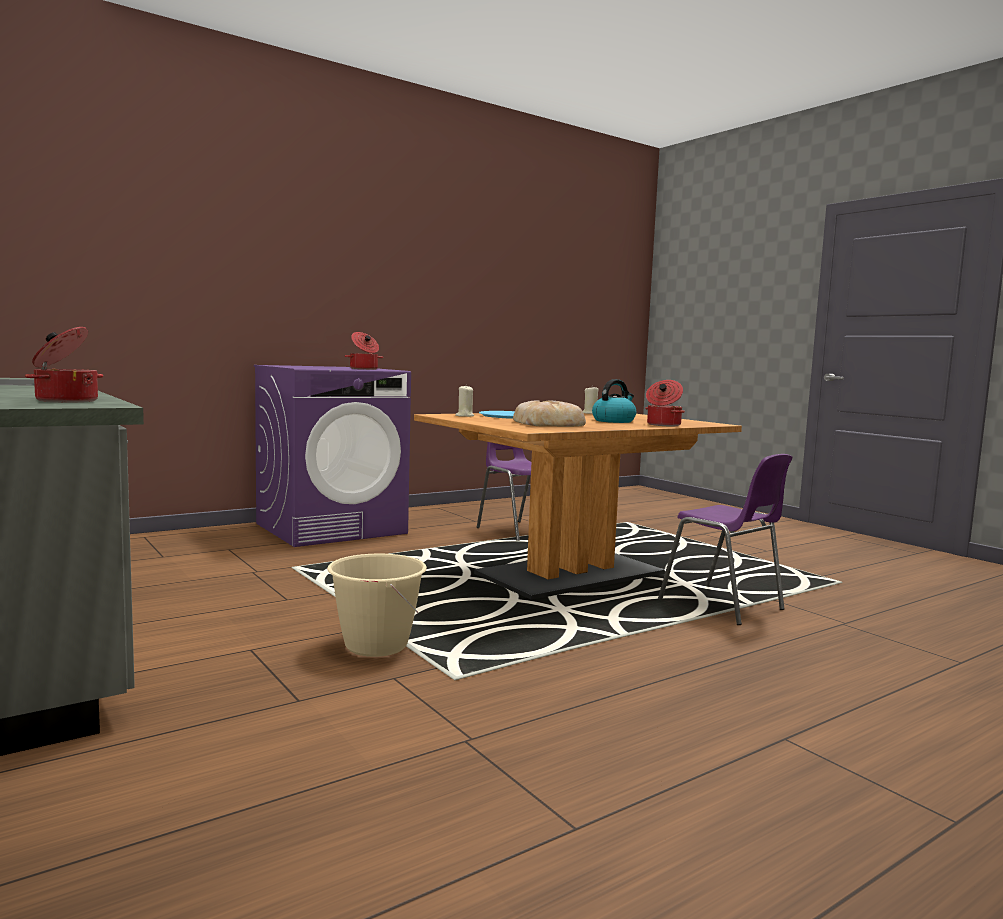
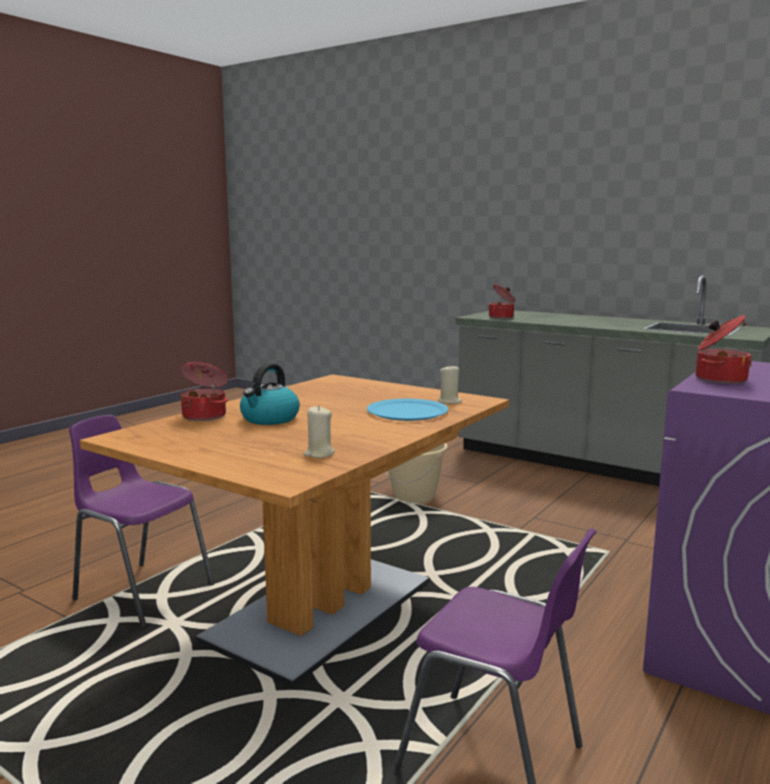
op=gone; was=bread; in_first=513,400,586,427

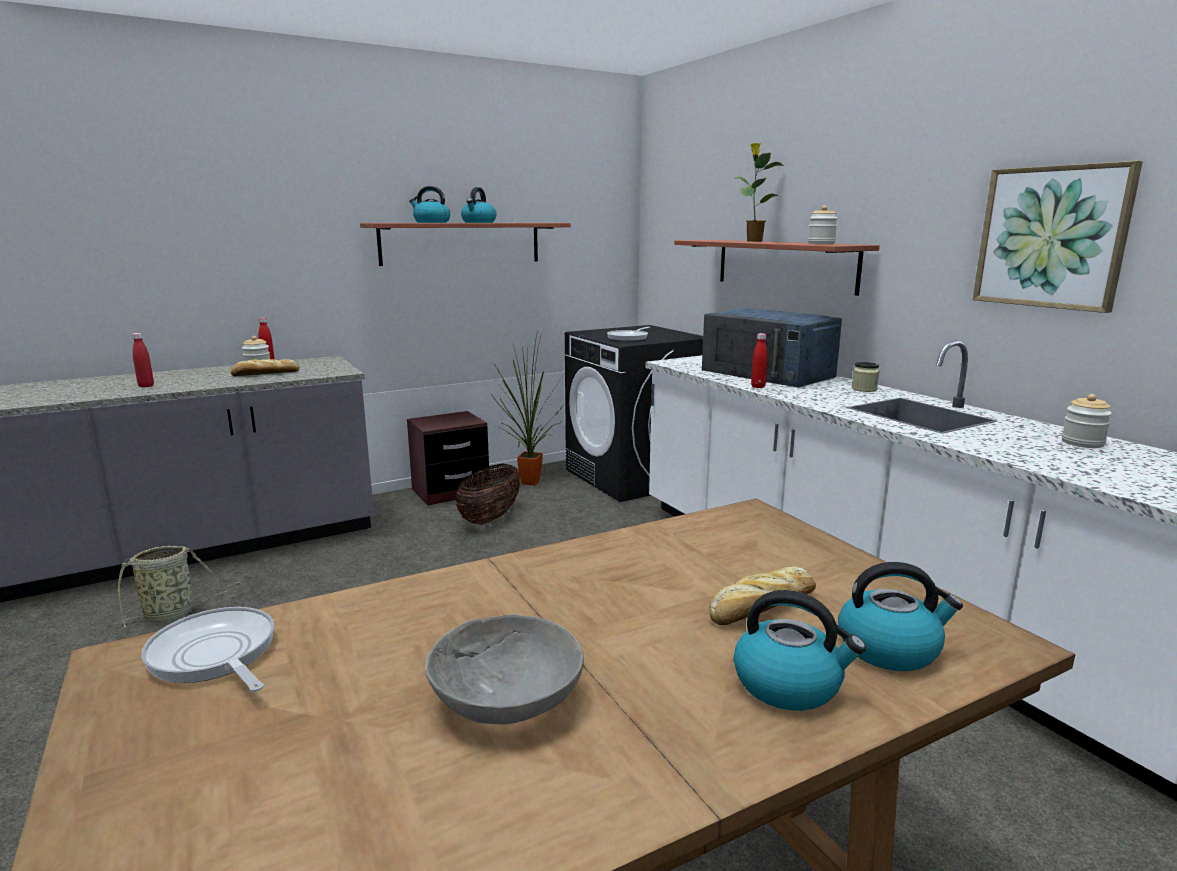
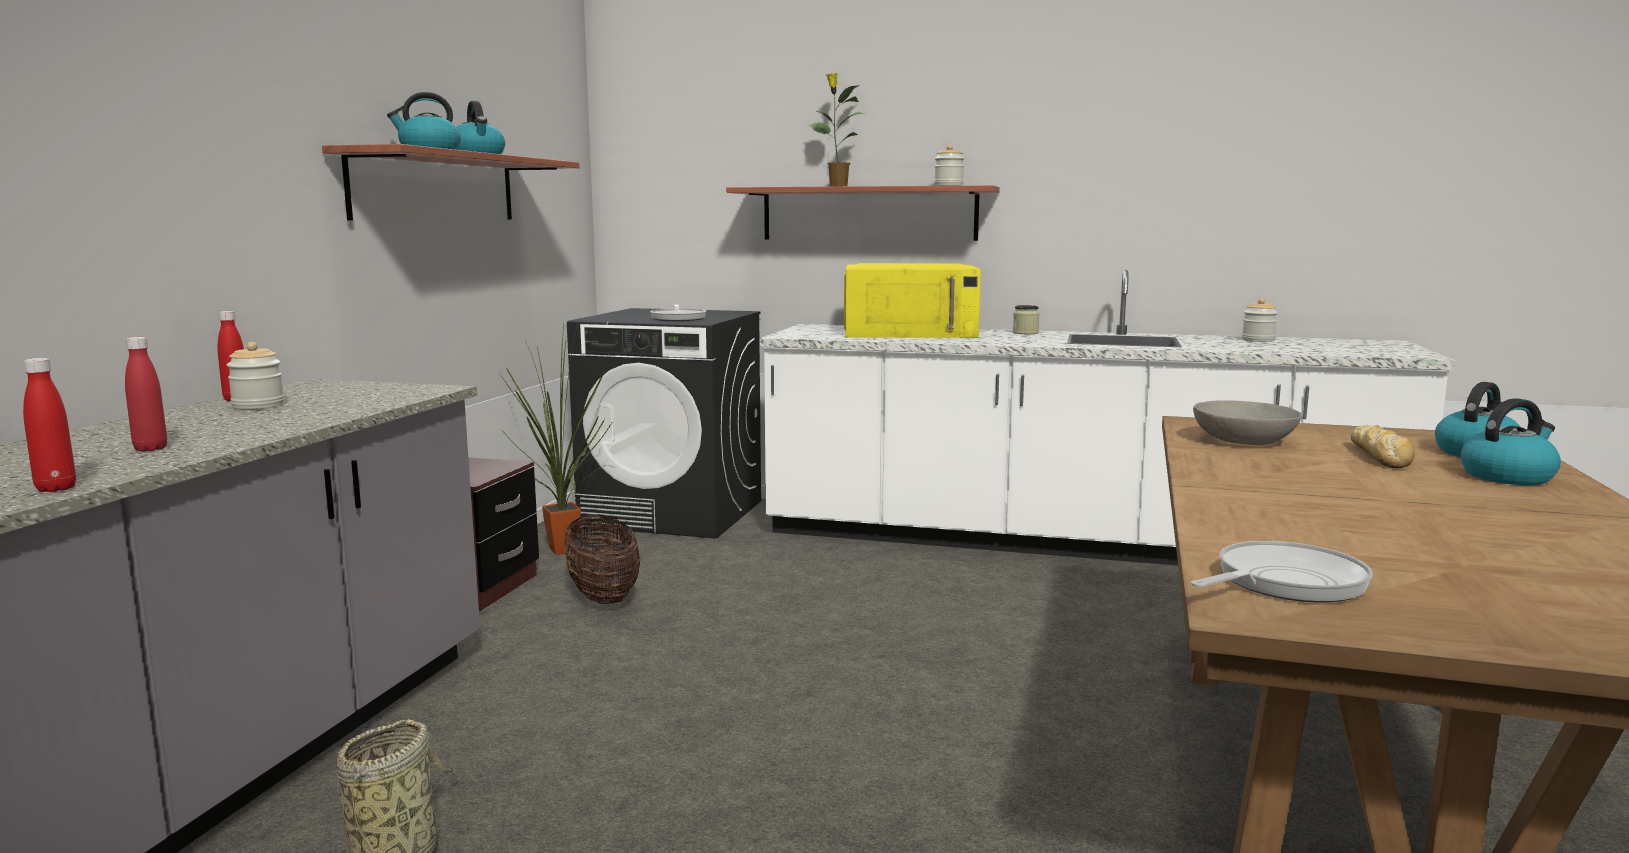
op=gone; was=bread; in_first=231,359,299,376
op=gone; was=picture; in_first=973,161,1143,313
op=shifted; was=grey_bowl; in_first=425,614,584,724; in_second=1193,400,1302,445
op=shifted; was=red_bottle; in_first=751,333,767,388; in_second=23,358,76,492
op=repainted; was=blue_microwave; now=yellow_microwave; in_first=702,308,842,388; in_second=844,263,981,338
op=rotated; was=frying_pan; in_first=141,607,274,692; in_second=1191,541,1373,603; clockwise=150

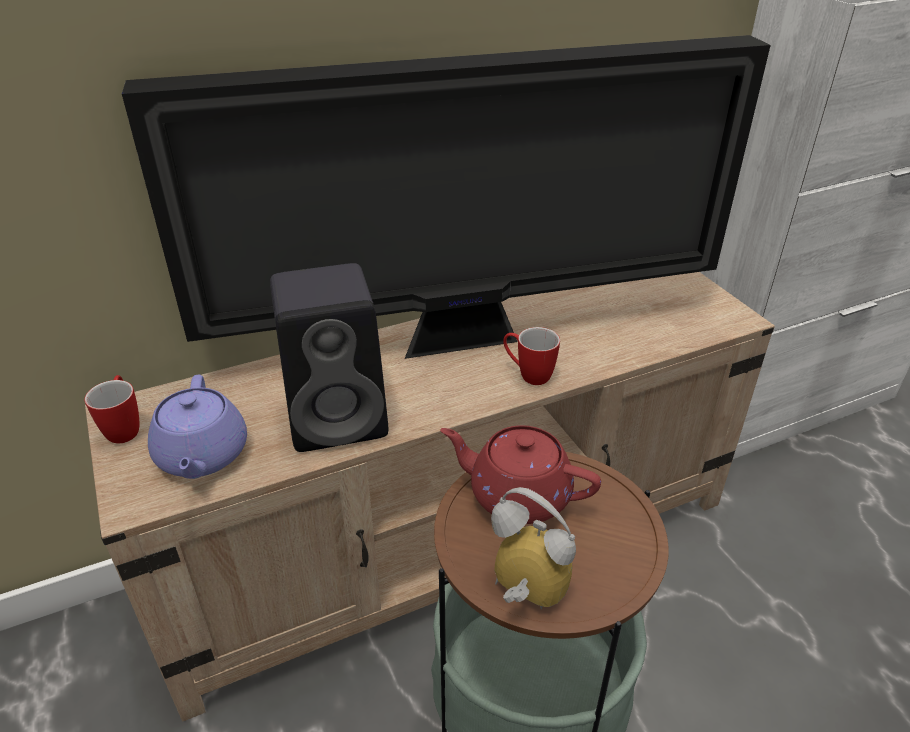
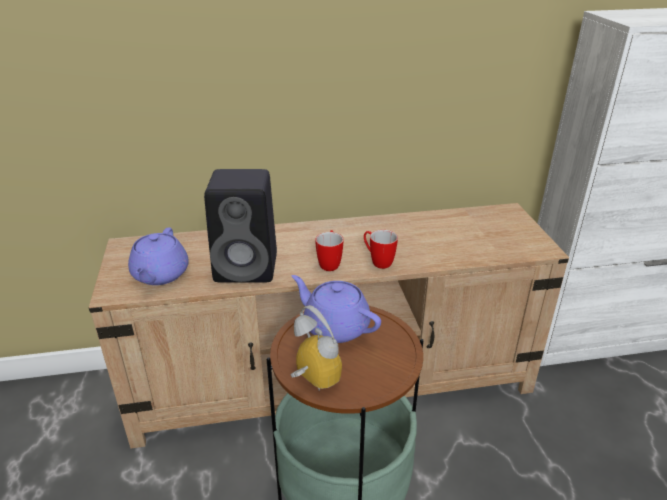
op=gone; was=television; in_first=122,35,771,359
op=shifted; was=mug; in_first=84,375,139,443; in_second=315,230,344,271
op=repainted; was=red_teapot; now=purple_teapot; in_first=440,425,601,524; in_second=292,275,381,343

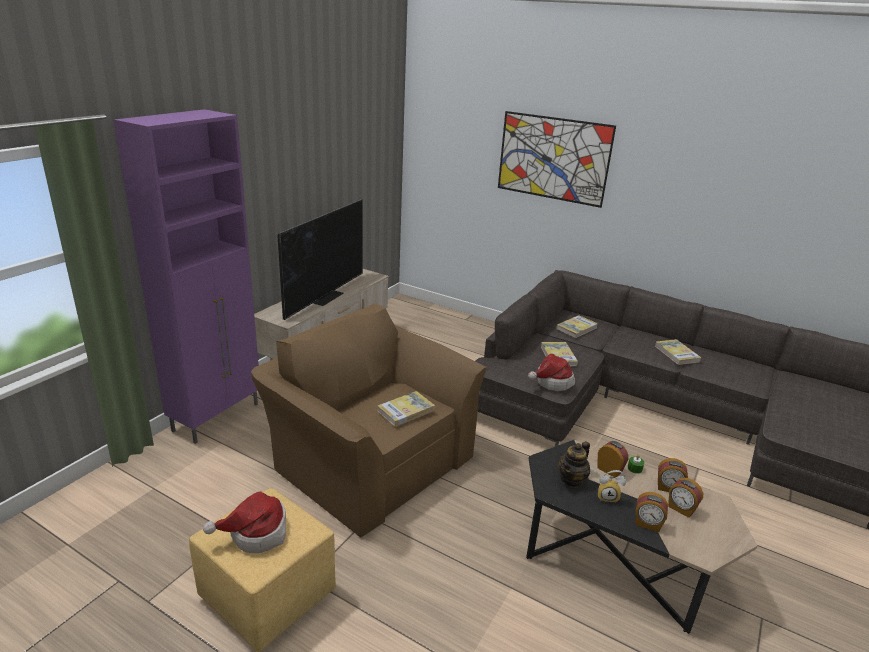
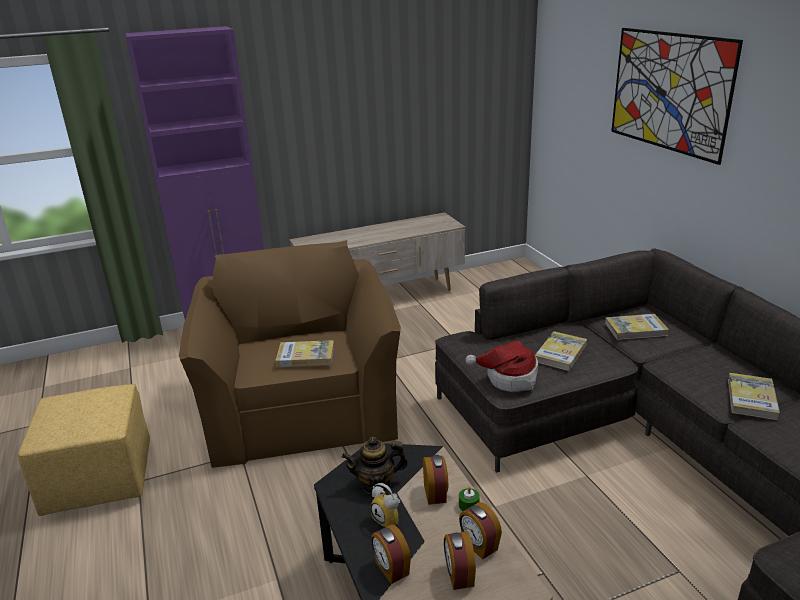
op=gone; was=hat; in_first=203,491,286,553
op=gone; was=television; in_first=278,199,363,320

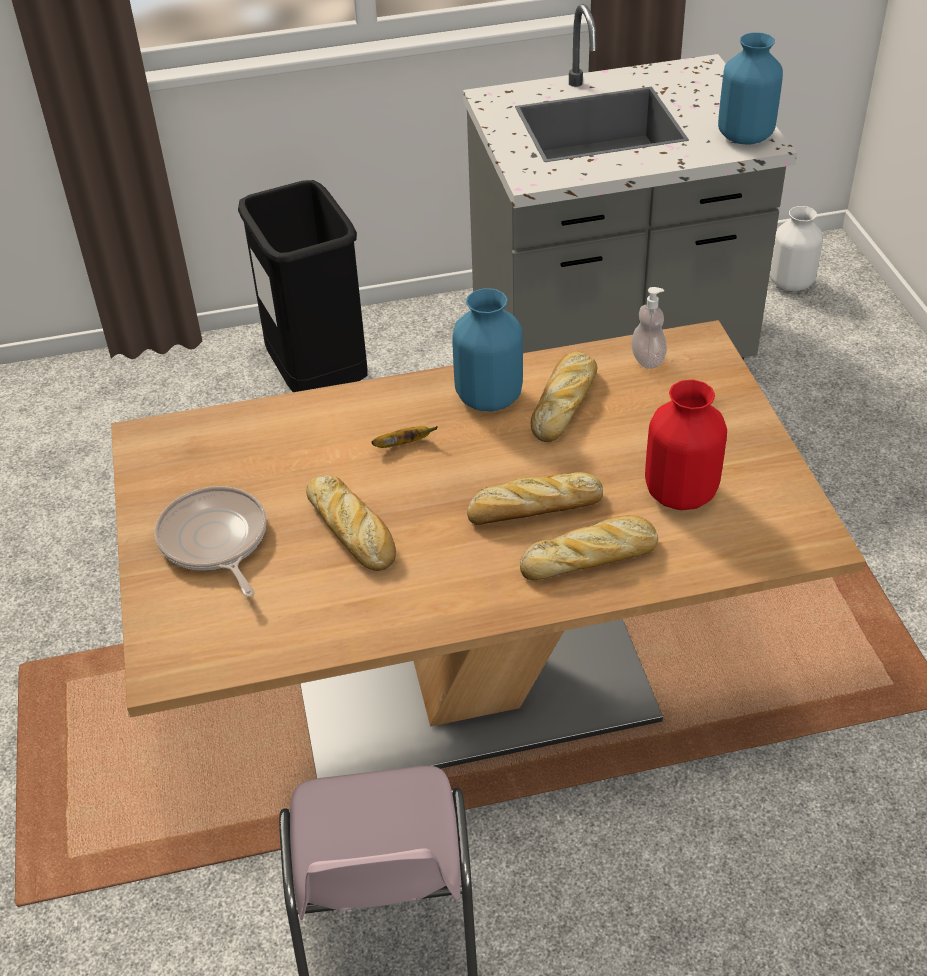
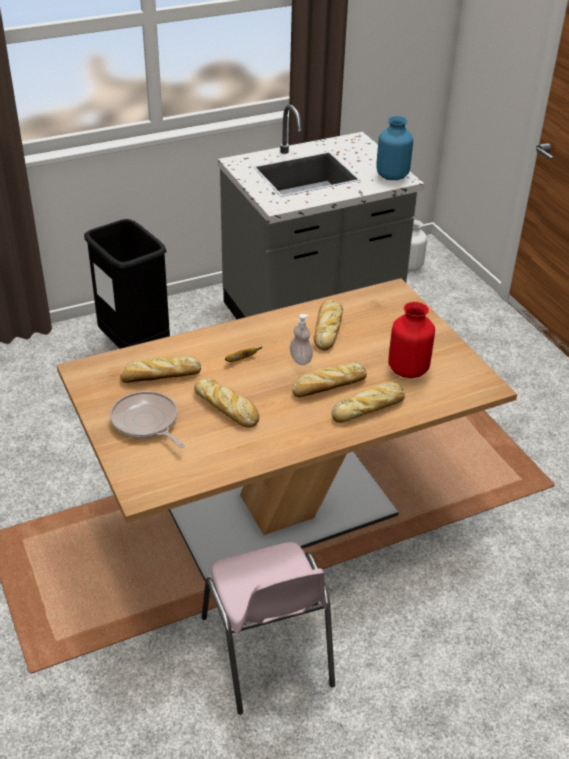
op=gone; was=blue_vase; in_first=452,288,523,411
op=new; now=bread; in_second=120,356,201,383
op=shifted; was=soap_dispenser; in_first=631,287,667,369; in_second=290,314,313,365

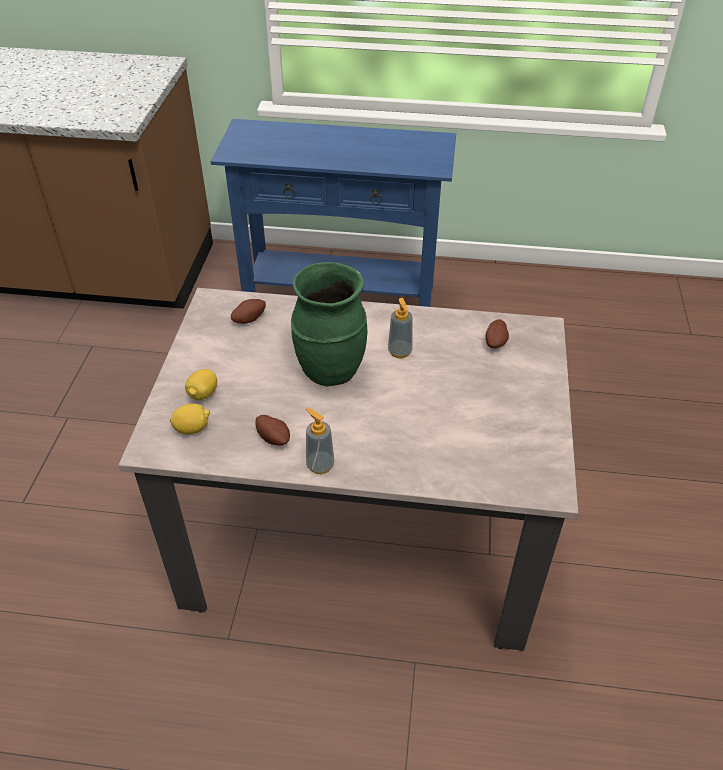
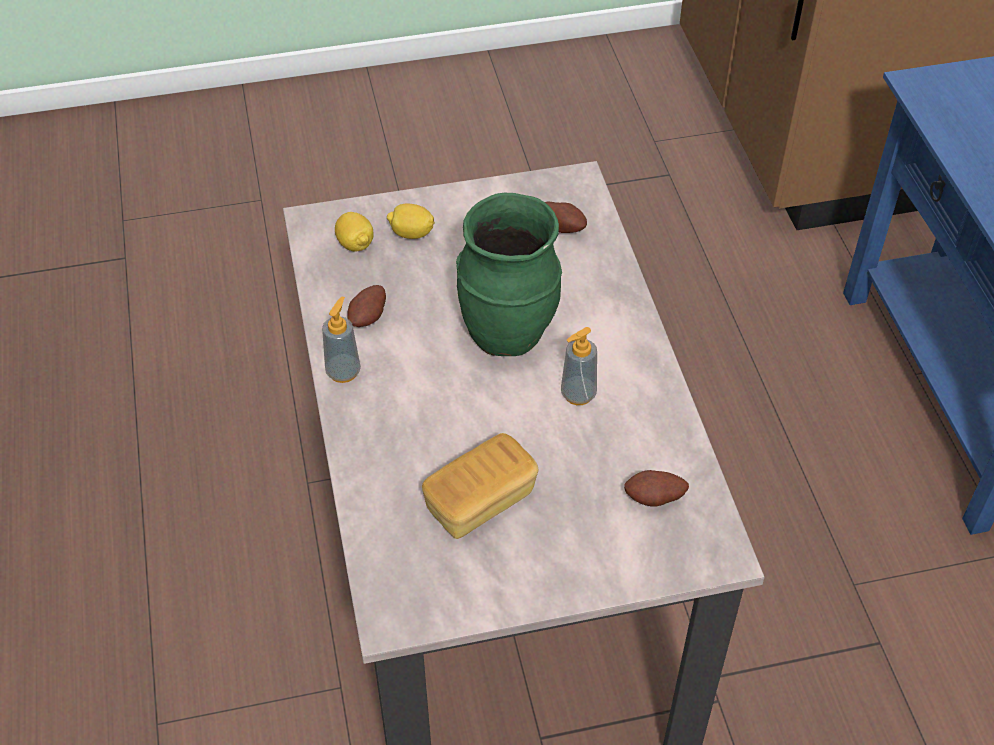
op=new; now=bread; in_second=422,433,538,539

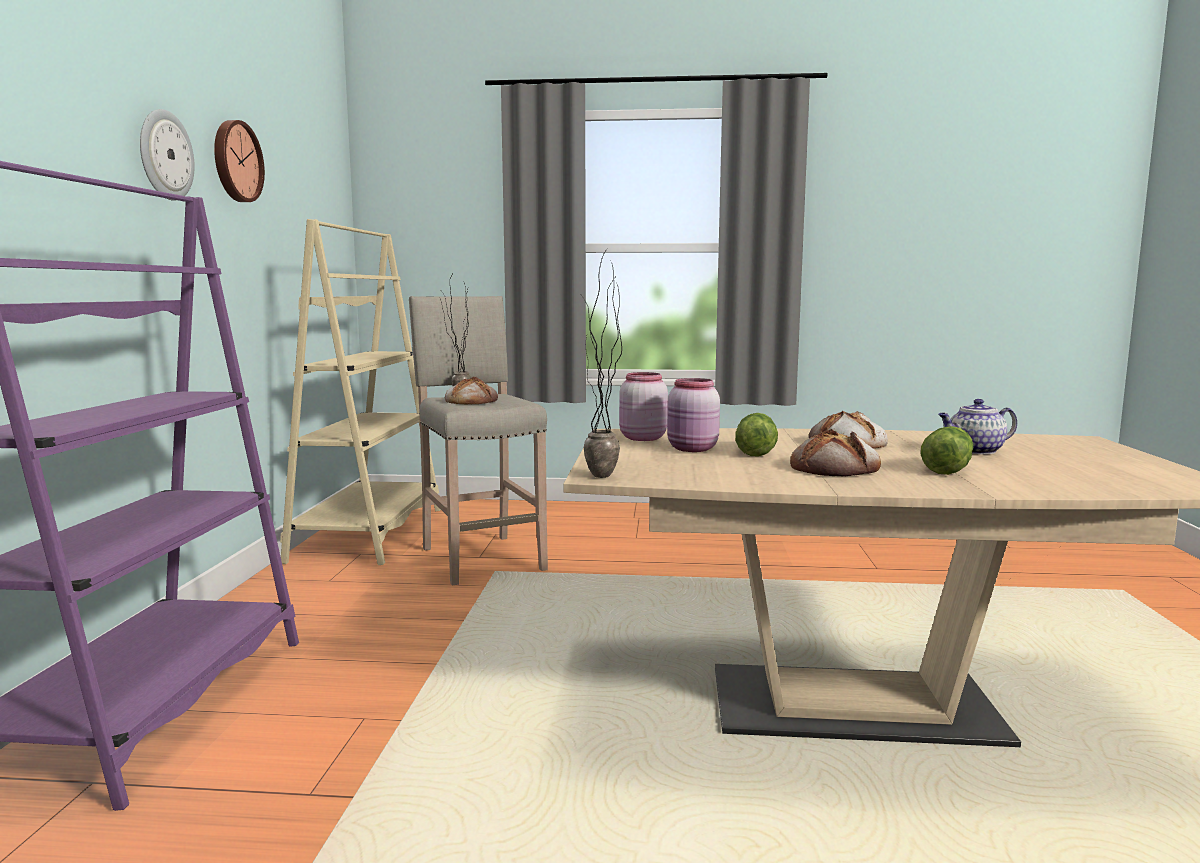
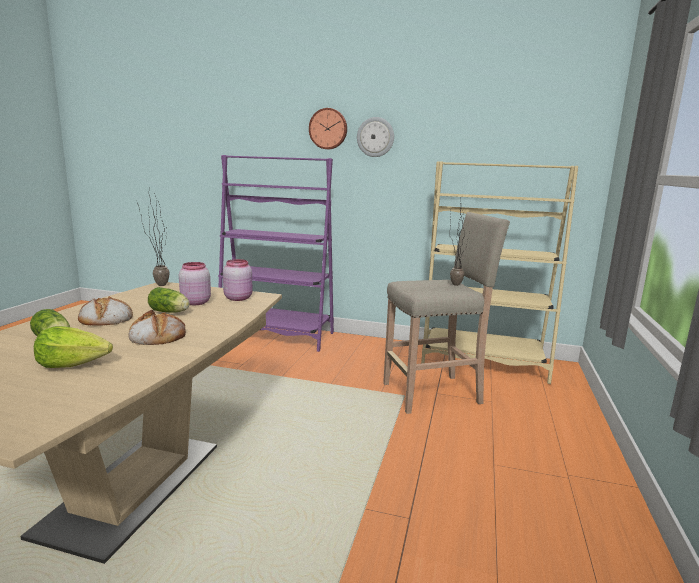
op=gone; was=bread; in_first=445,377,498,404
op=shifted; was=wall_clock; in_first=214,120,265,202; in_second=309,108,347,149
op=swapped; was=teapot; now=lettuce; in_first=938,399,1017,454; in_second=34,326,113,368

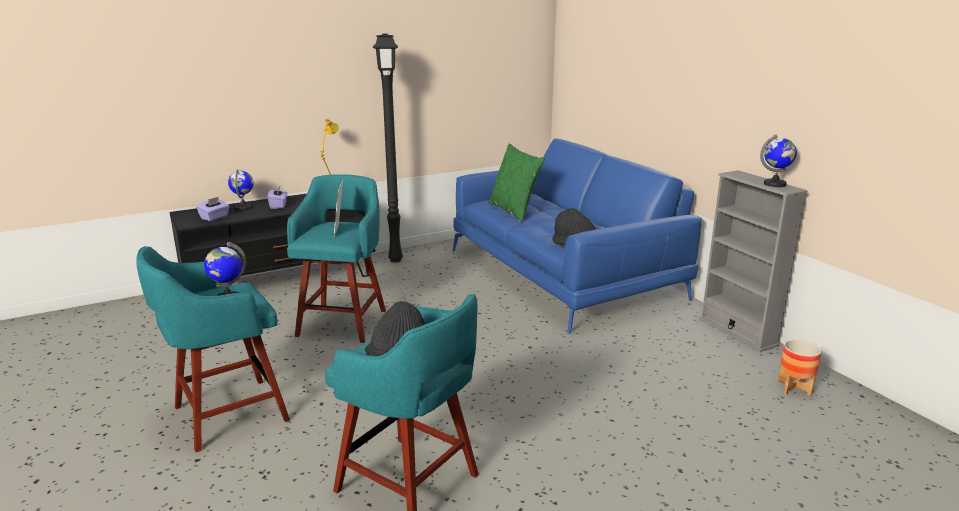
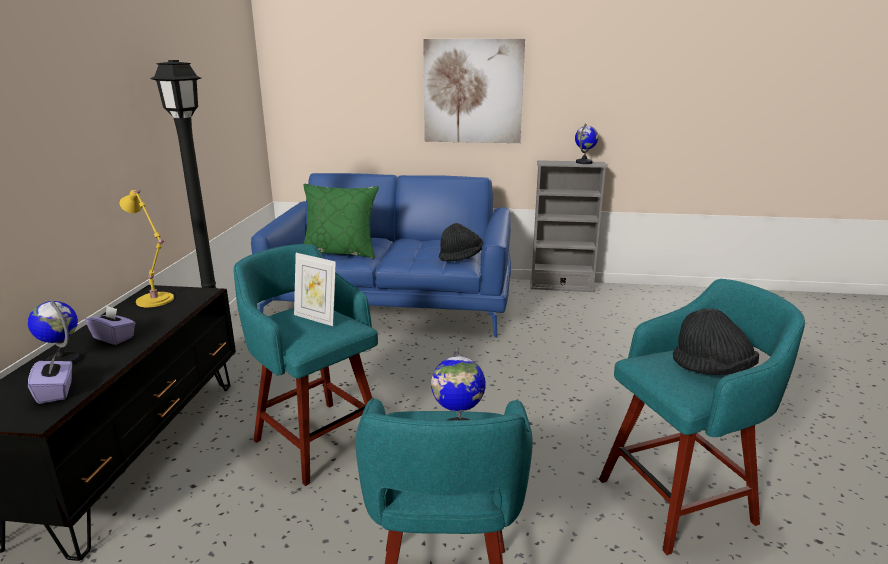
op=gone; was=planter; in_first=778,339,822,397
op=new; now=picture; in_second=423,39,525,143

